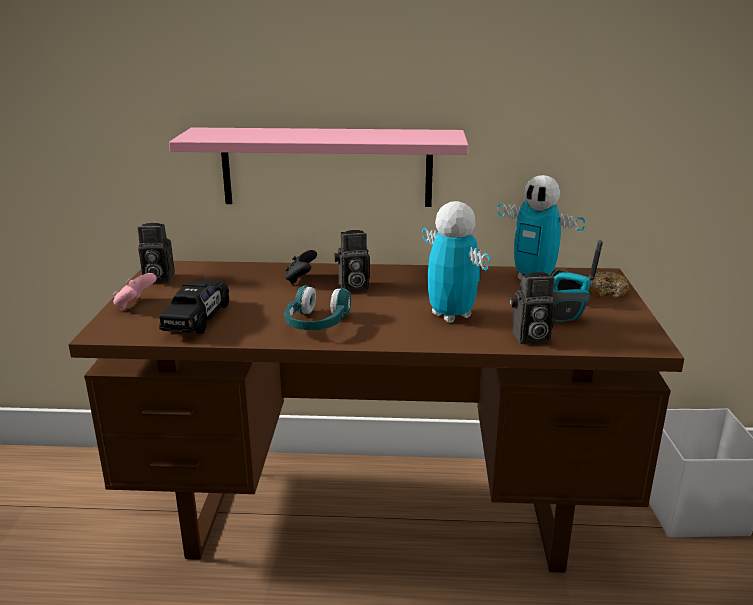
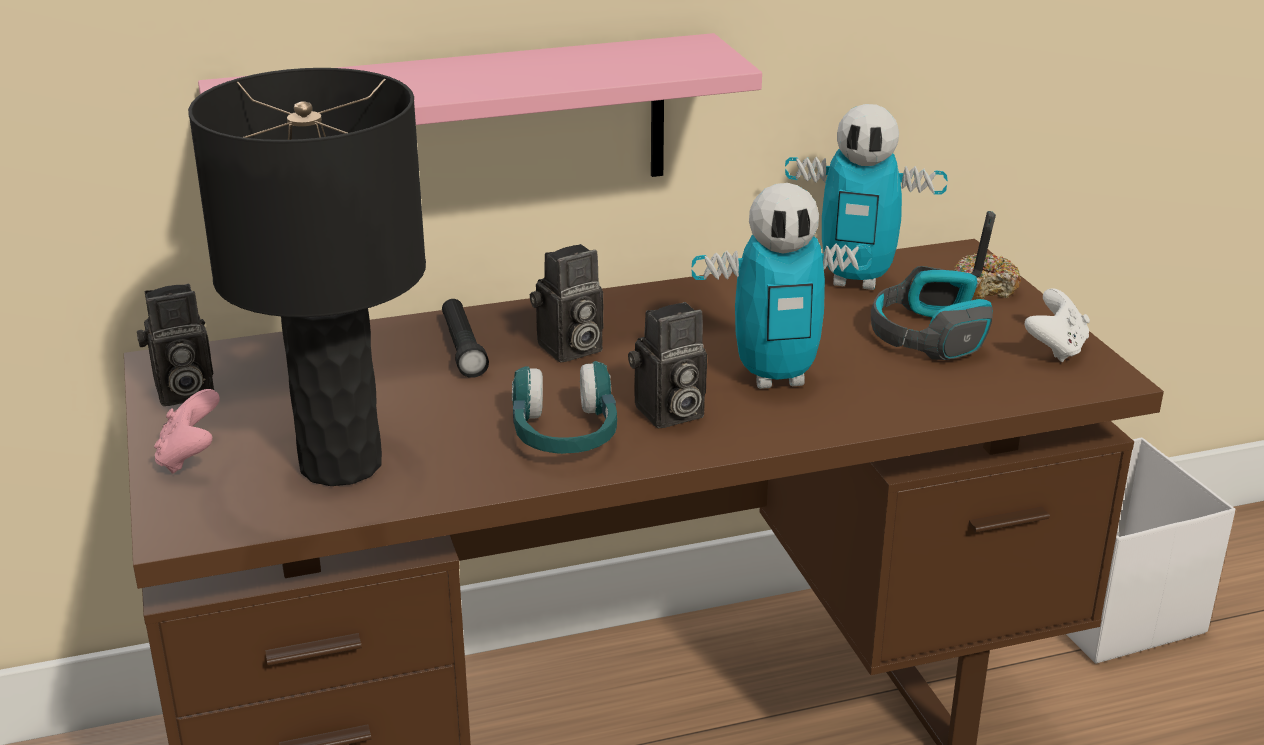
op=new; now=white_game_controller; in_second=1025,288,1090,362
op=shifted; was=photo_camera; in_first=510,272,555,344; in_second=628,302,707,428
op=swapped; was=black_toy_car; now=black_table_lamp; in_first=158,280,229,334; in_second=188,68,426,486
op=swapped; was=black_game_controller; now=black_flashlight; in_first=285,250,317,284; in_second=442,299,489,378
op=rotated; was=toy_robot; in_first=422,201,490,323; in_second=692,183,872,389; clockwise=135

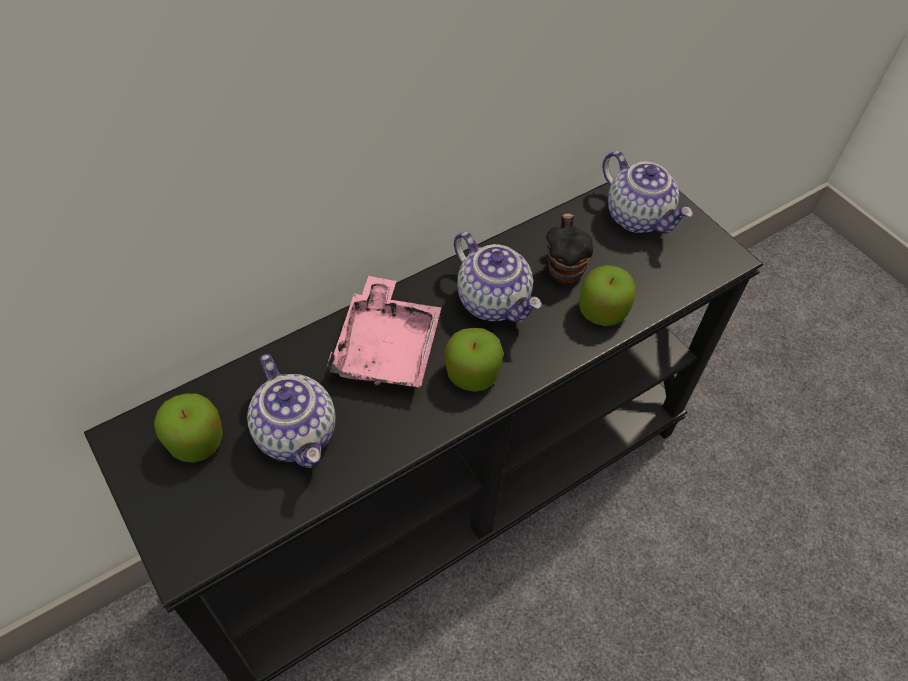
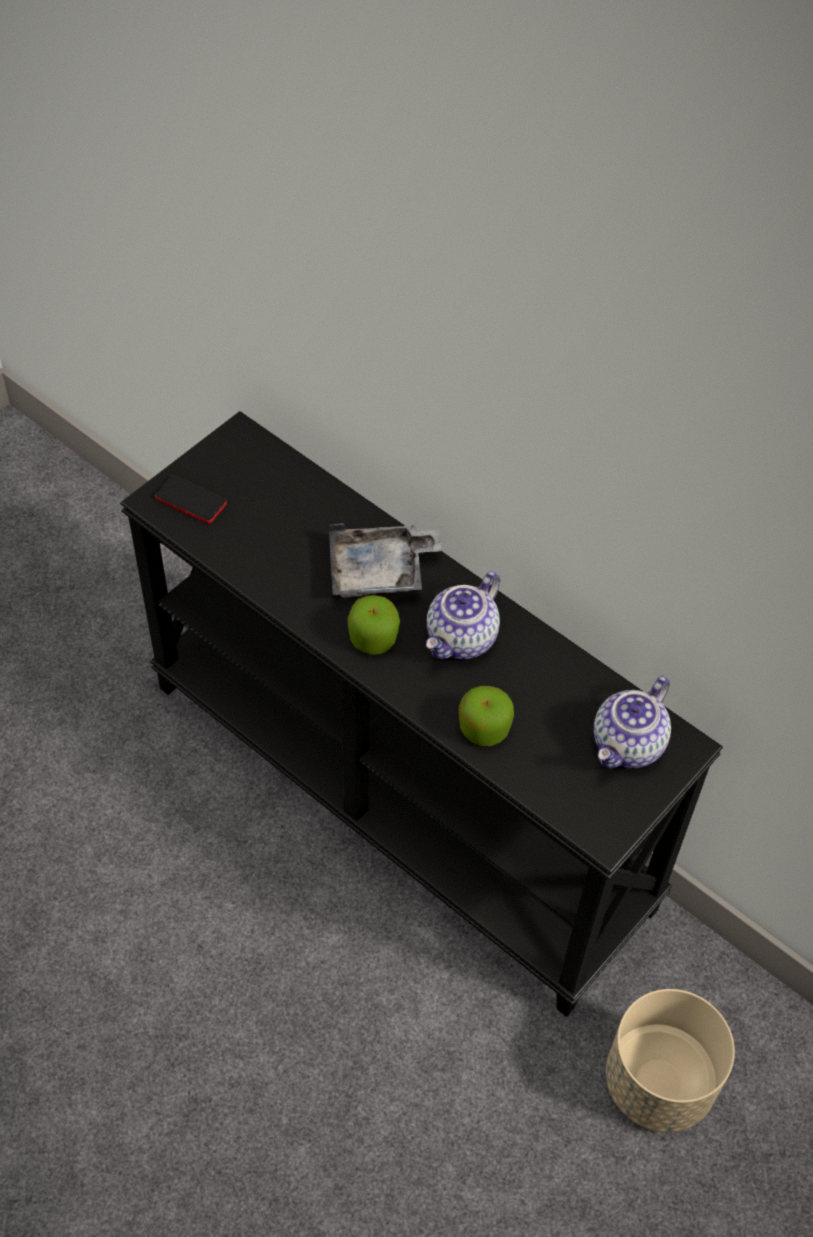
op=gone; was=apple; in_first=154,393,223,463
op=gone; was=teapot; in_first=247,354,336,468
op=gone; was=mug; in_first=546,213,593,283
op=new; now=phone; in_second=155,476,227,524
op=new; now=beige_planter; in_second=606,989,735,1132
op=repainted; was=pink_tray; now=grey_tray; in_first=327,276,441,388; in_second=329,524,441,598

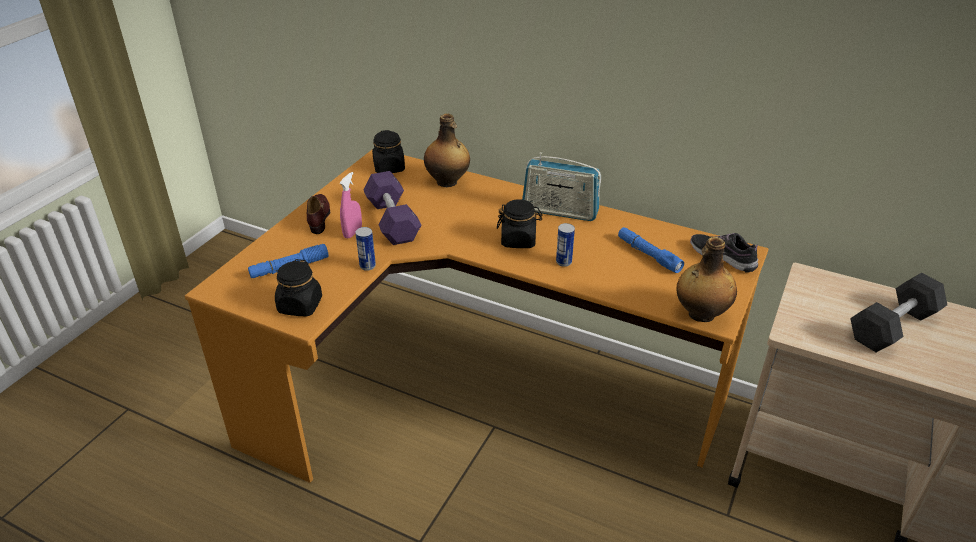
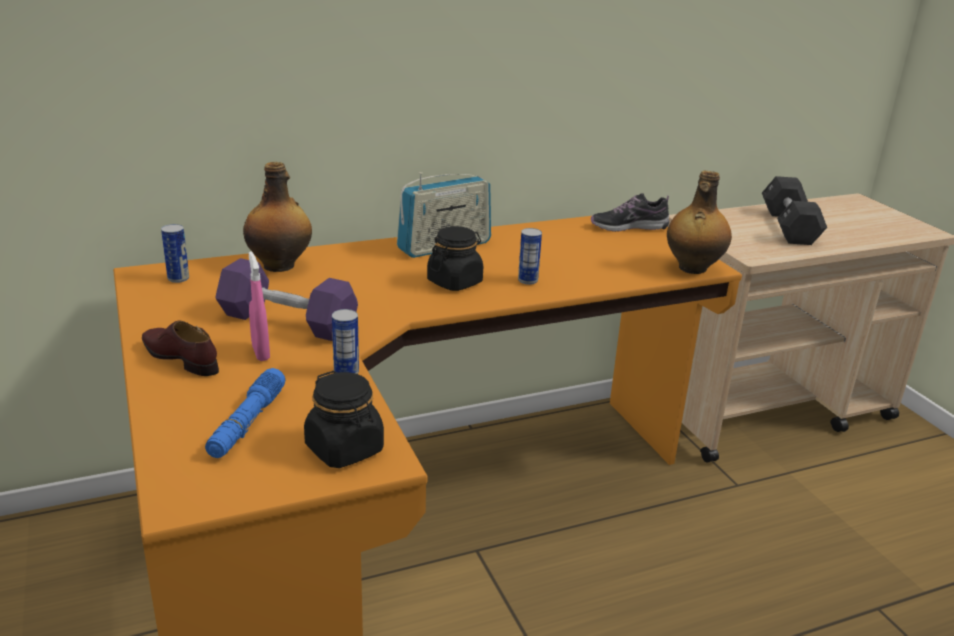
op=gone; was=blue_flashlight; in_first=618,227,684,273
op=swapped; was=black_jar; now=can; in_first=372,130,405,173; in_second=161,224,189,283

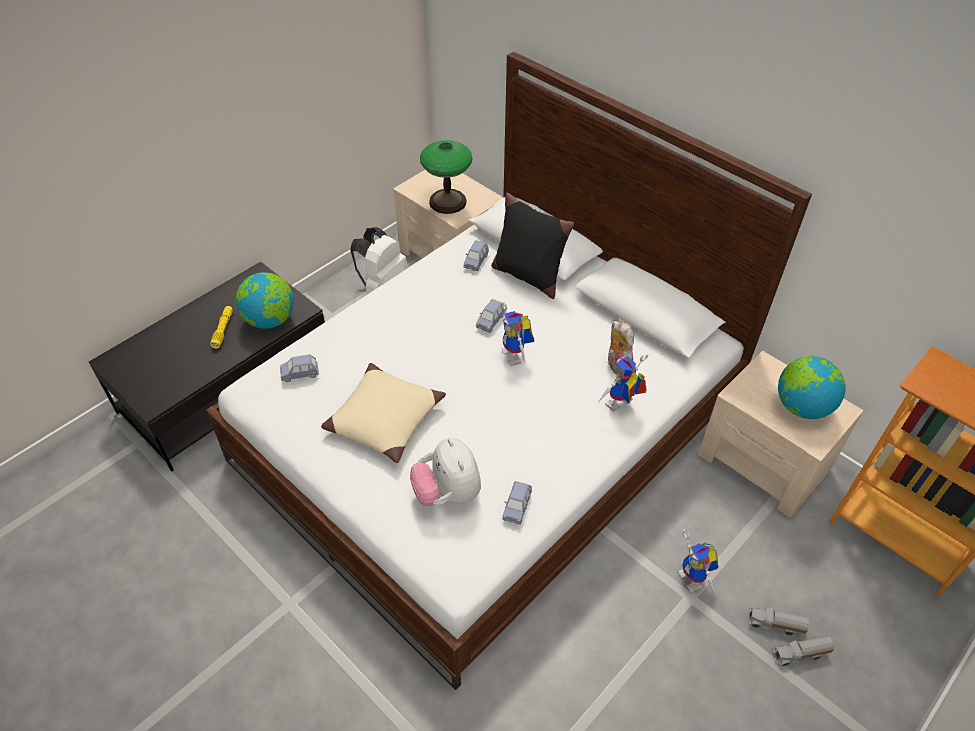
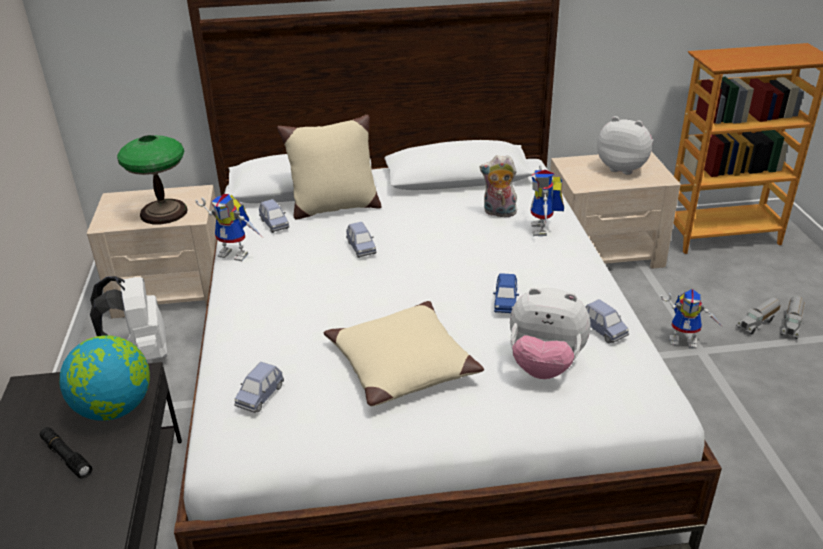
op=new; now=blue_toy_car; in_second=493,273,519,313
op=shifted; was=toy_robot; in_first=502,302,534,366; in_second=195,194,261,261
op=swapped; was=globe; now=plush_toy; in_first=778,356,846,419; in_second=597,116,653,175
op=repainted; was=yellow_flashlight; now=black_flashlight; in_first=210,306,233,349; in_second=40,427,92,479
op=repainted; was=black_pillow; now=beige_pillow; in_first=491,192,574,299; in_second=277,115,382,220

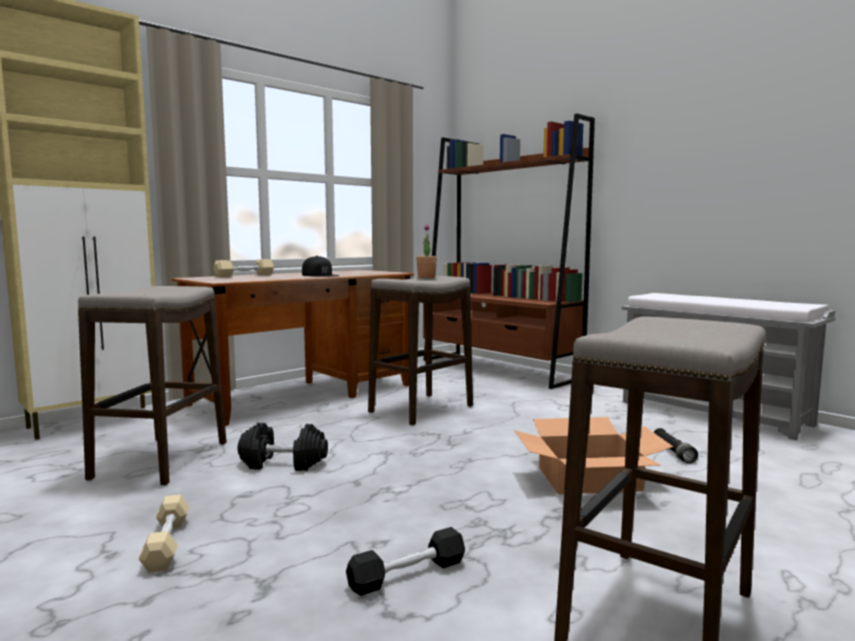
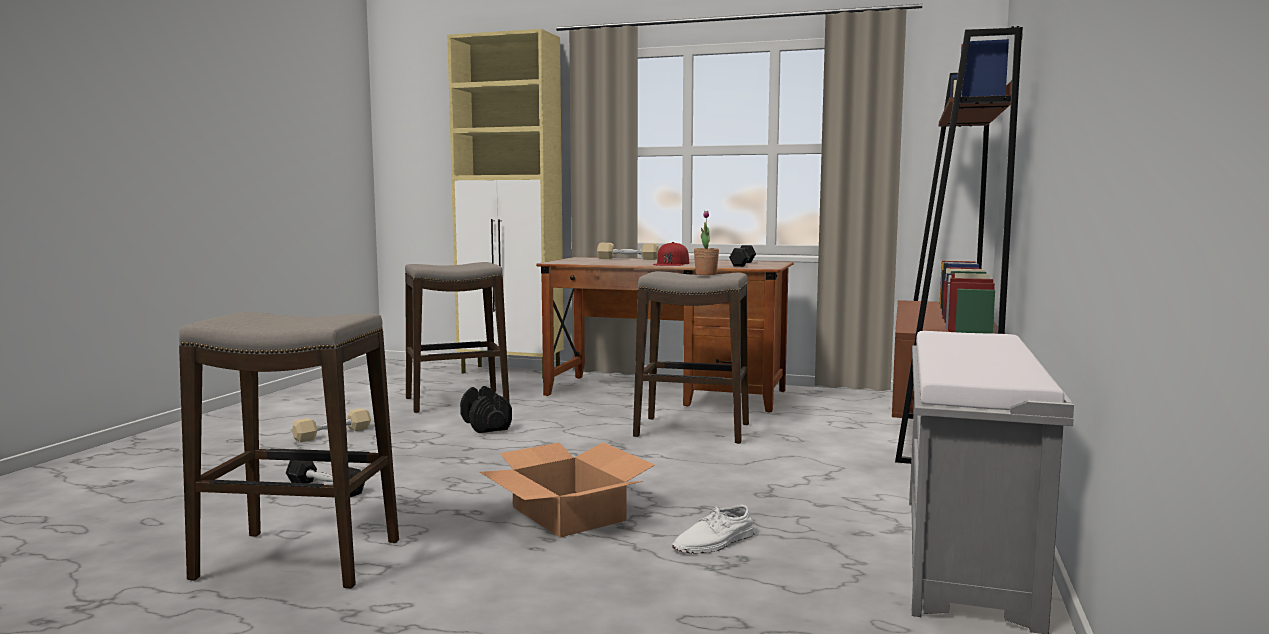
op=new; now=black_dumbbell; in_second=729,245,756,267
op=swapped; was=black_flashlight; now=white_shoe; in_first=654,428,698,463; in_second=672,505,755,554
op=repainted; was=black_cap; now=red_cap; in_first=302,256,340,277; in_second=653,242,689,266

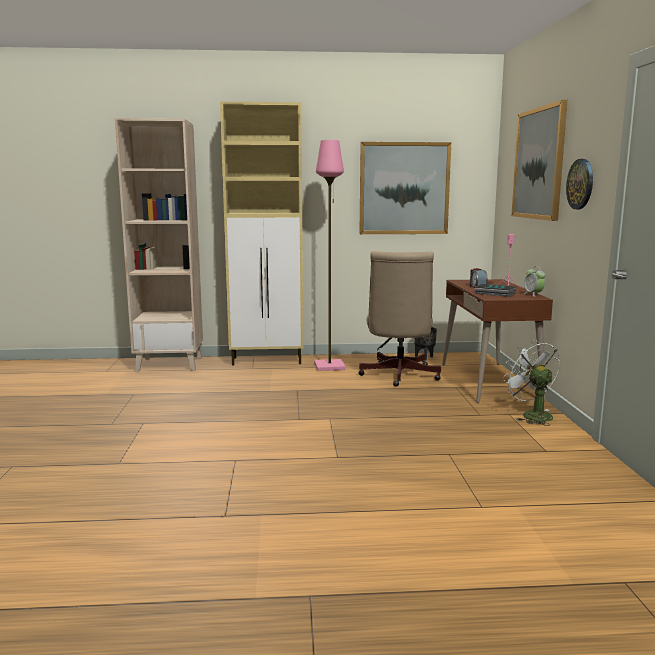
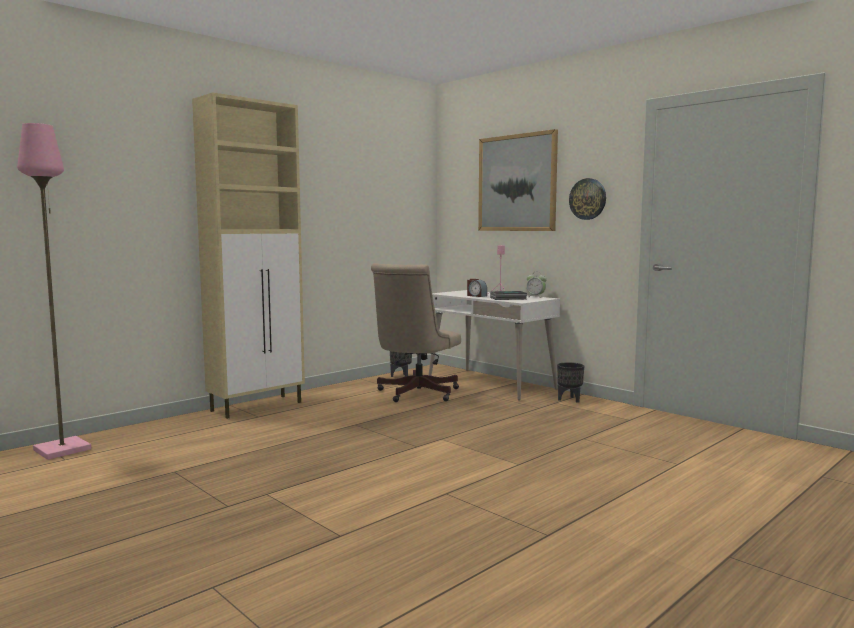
op=gone; was=beige_bookcase; in_first=115,118,203,372
op=gone; was=picture; in_first=359,142,451,234
op=shifted; was=pink_floor_lamp; in_first=314,140,346,371; in_second=17,123,91,460
op=swapped; was=white_fan; now=black_planter; in_first=502,340,560,426; in_second=557,362,584,403
op=repainted; was=brown_desk; now=white_desk; in_first=442,279,553,403; in_second=429,290,560,401
op=rotated; was=beige_office_chair; in_first=358,251,441,386; in_second=371,263,461,402; clockwise=60

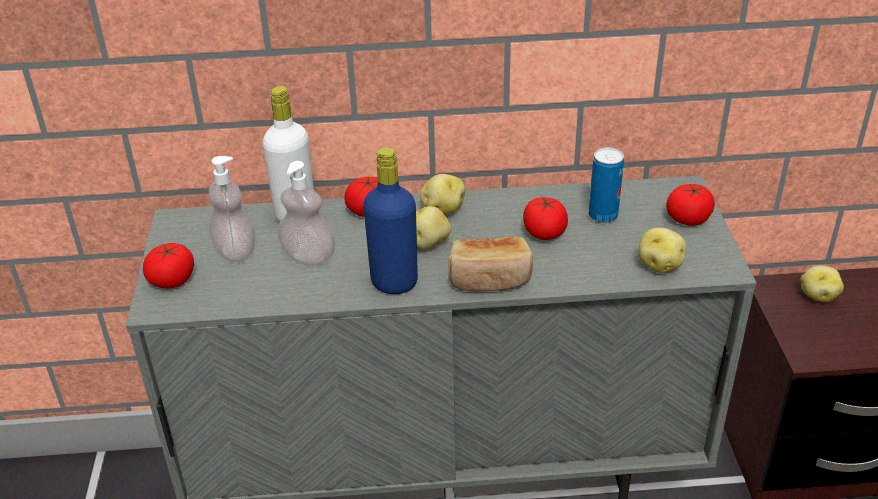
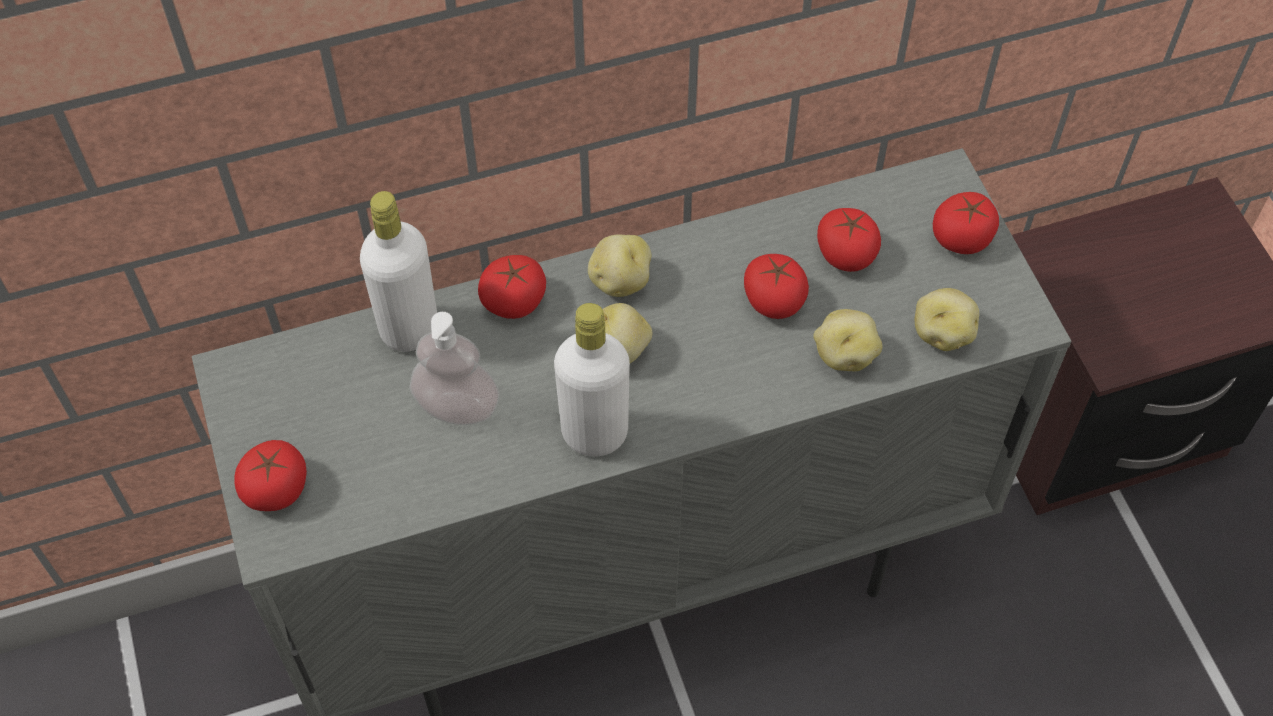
op=gone; was=soap_dispenser; in_first=209,156,255,262
op=gone; was=bread; in_first=448,237,533,292
op=shifted; was=potato; in_first=800,265,844,302; in_second=813,309,882,371
op=swapped; was=can; now=tomato; in_first=589,147,624,223; in_second=817,208,881,272
op=repainted; was=blue_bottle; now=white_bottle; in_first=363,147,418,294; in_second=554,303,630,457

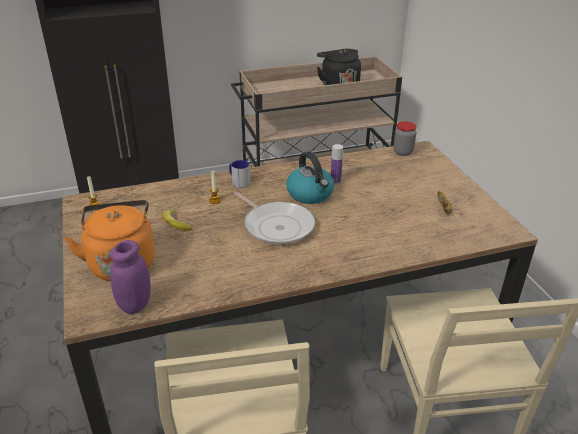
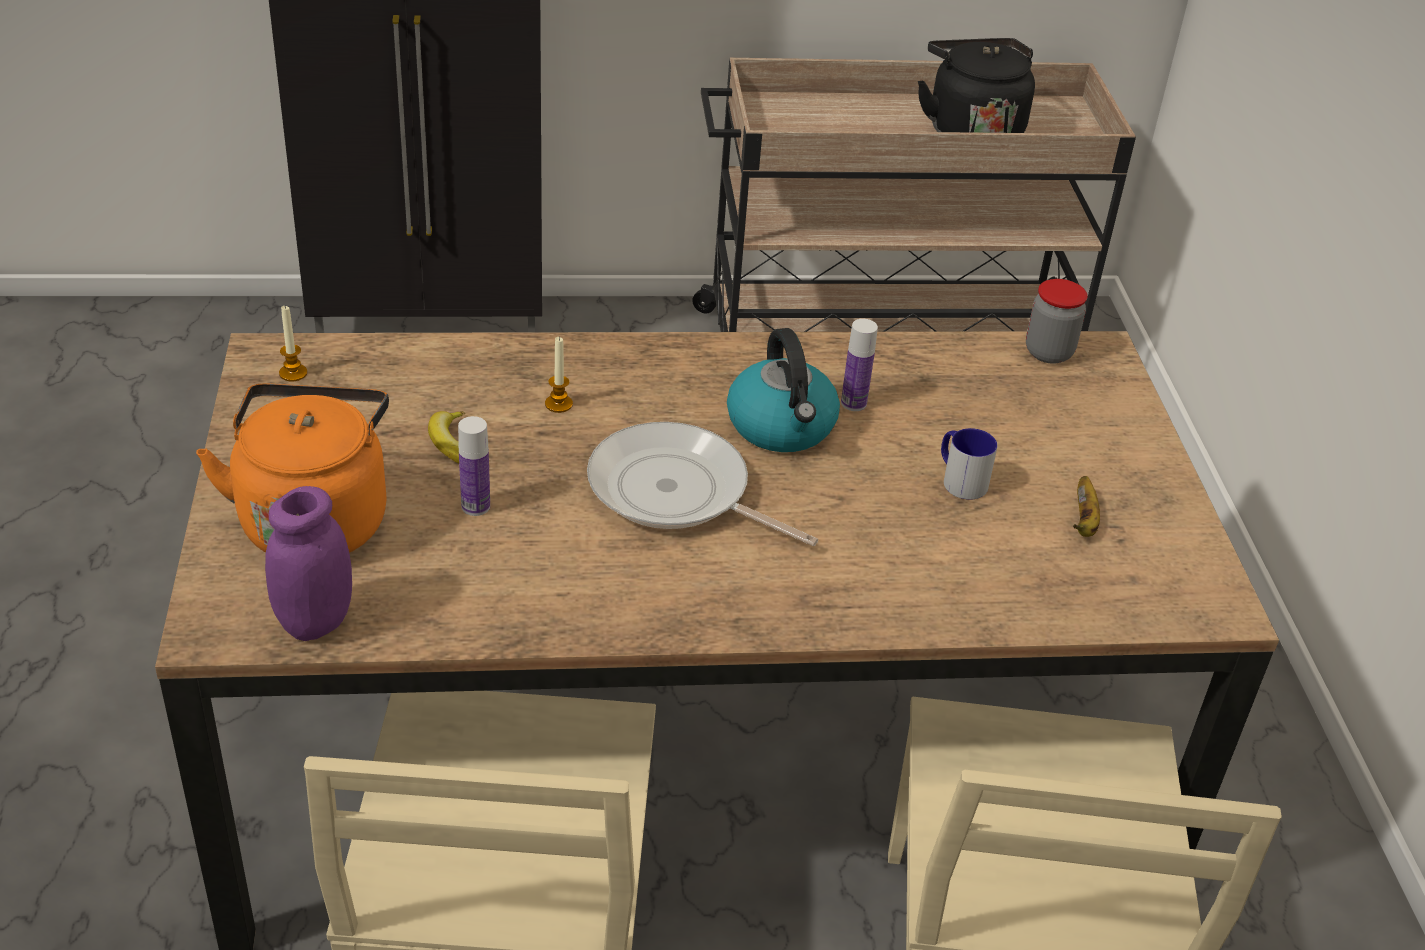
op=new; now=bottle; in_second=458,416,490,516
op=shifted; was=mug; in_first=229,160,250,188; in_second=941,428,997,500
op=rotated; was=frying_pan; in_first=234,192,315,245; in_second=587,422,818,546; clockwise=150

